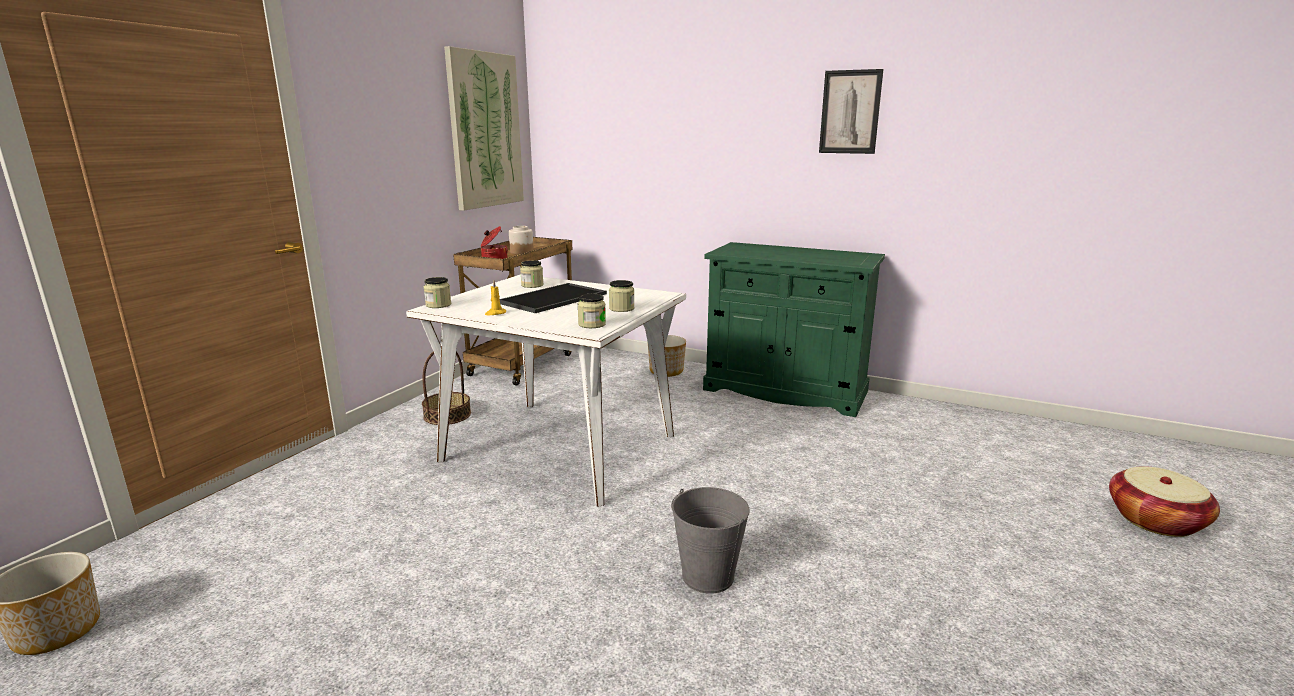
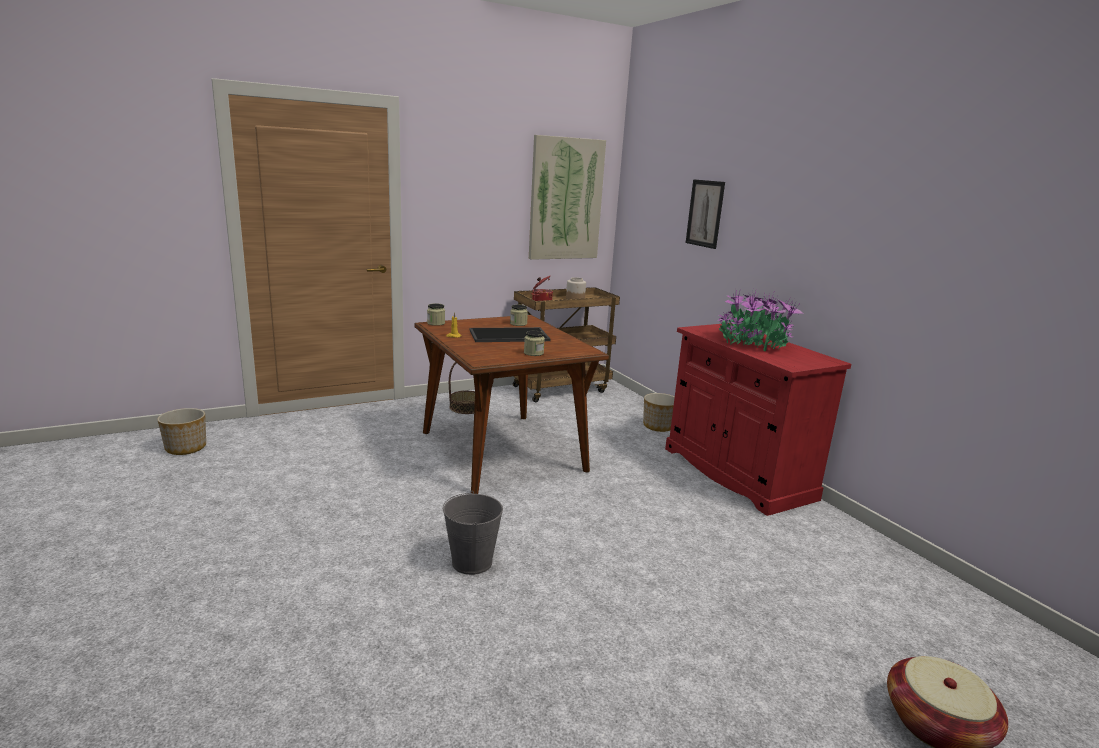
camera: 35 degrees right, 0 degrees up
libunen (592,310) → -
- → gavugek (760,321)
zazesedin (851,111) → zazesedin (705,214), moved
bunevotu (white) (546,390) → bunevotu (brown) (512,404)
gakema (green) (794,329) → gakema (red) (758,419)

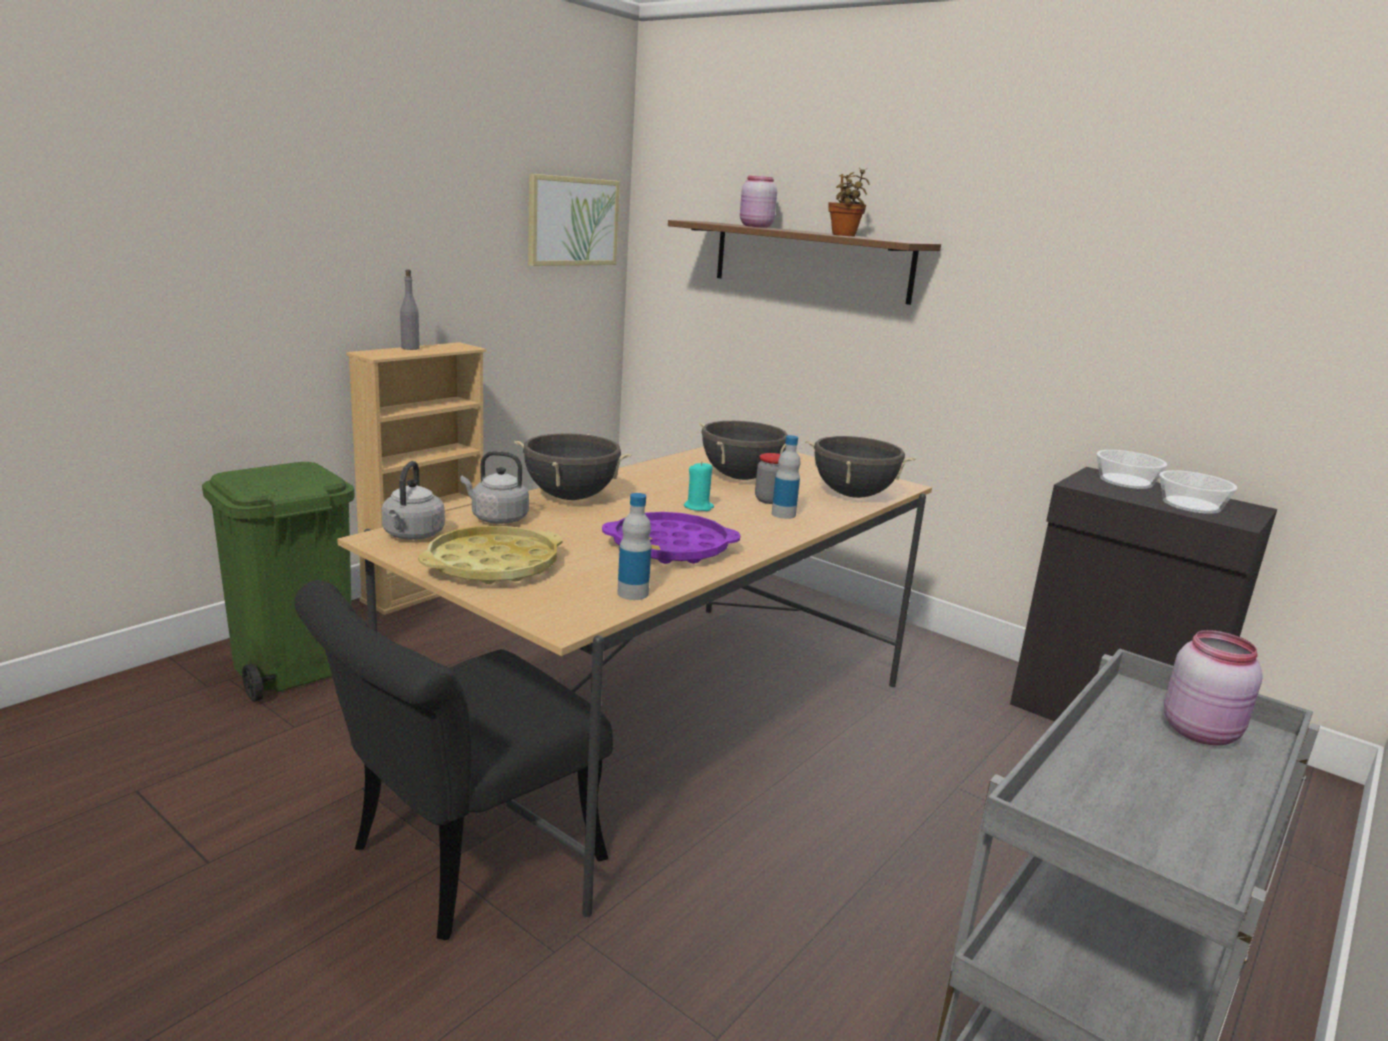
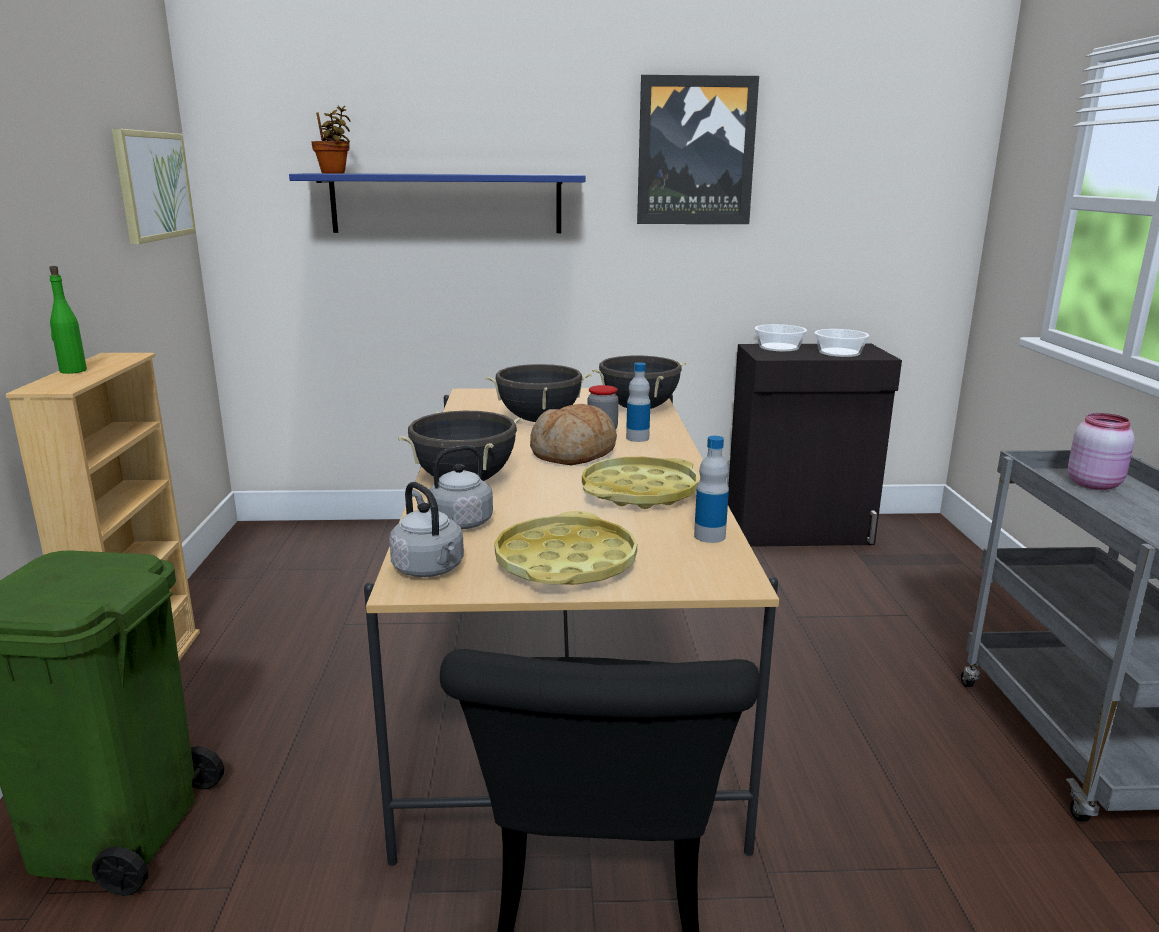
camera: 40 degrees left, 0 degrees up
libunen (pink) (758,202) → -
- → zazesedin (698,149)
gavugek (848,202) → gavugek (331,139), moved
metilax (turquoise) (699,486) → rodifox (573,434)
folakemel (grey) (410,309) → folakemel (green) (68,320)
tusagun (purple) (671,538) → tusagun (yellow) (640,483)
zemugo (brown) (804,262) → zemugo (blue) (437,203)

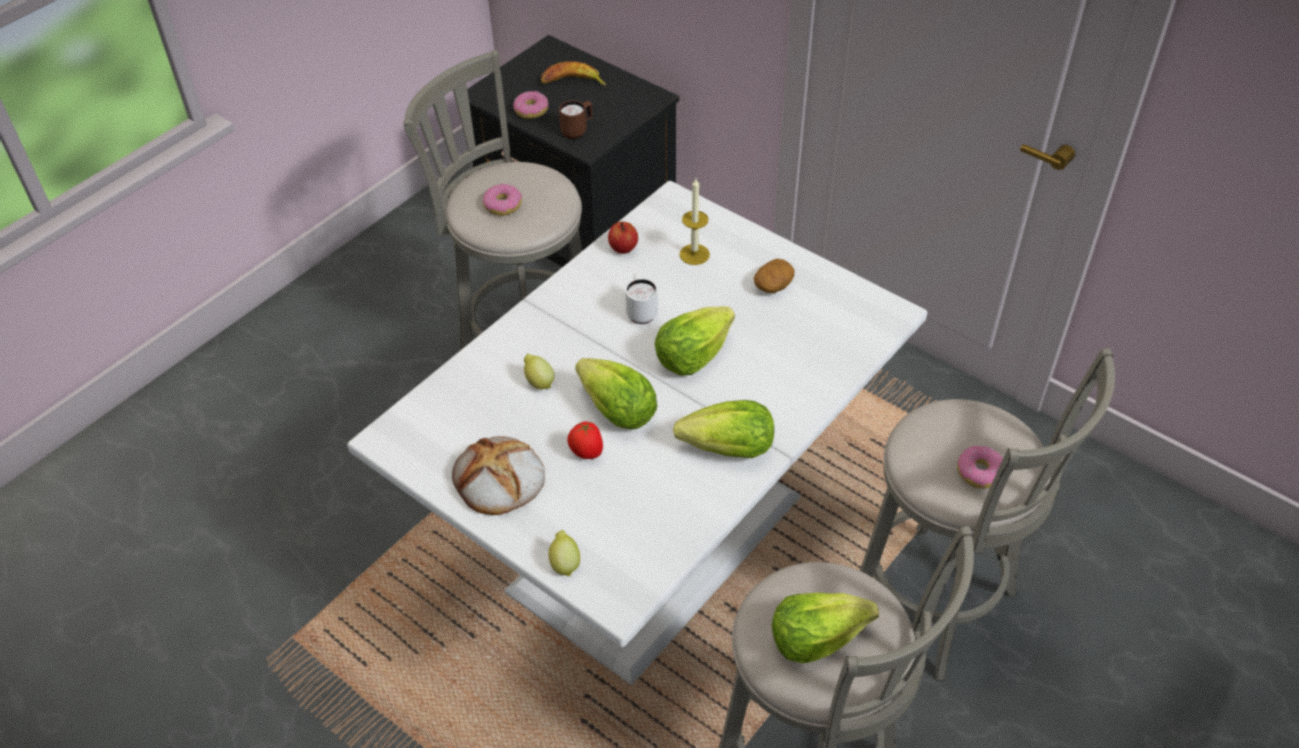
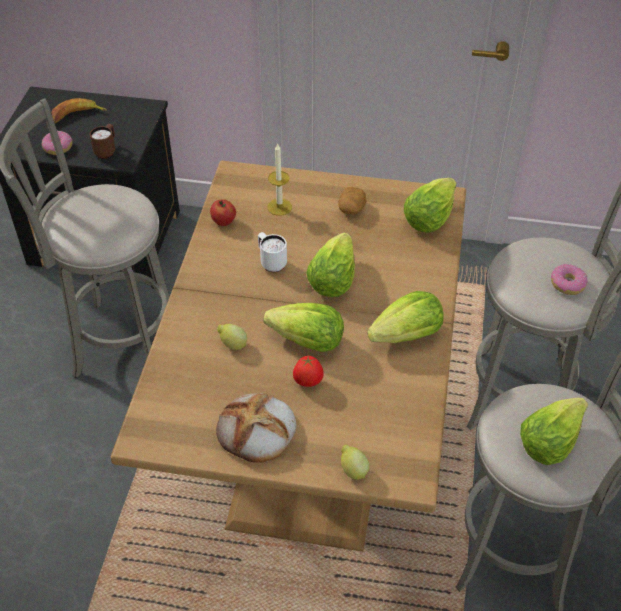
camera: 30 degrees left, 0 degrees up
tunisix (502,199) → -
- → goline (430,205)
bunevotu (white) (637,433) → bunevotu (brown) (288,356)

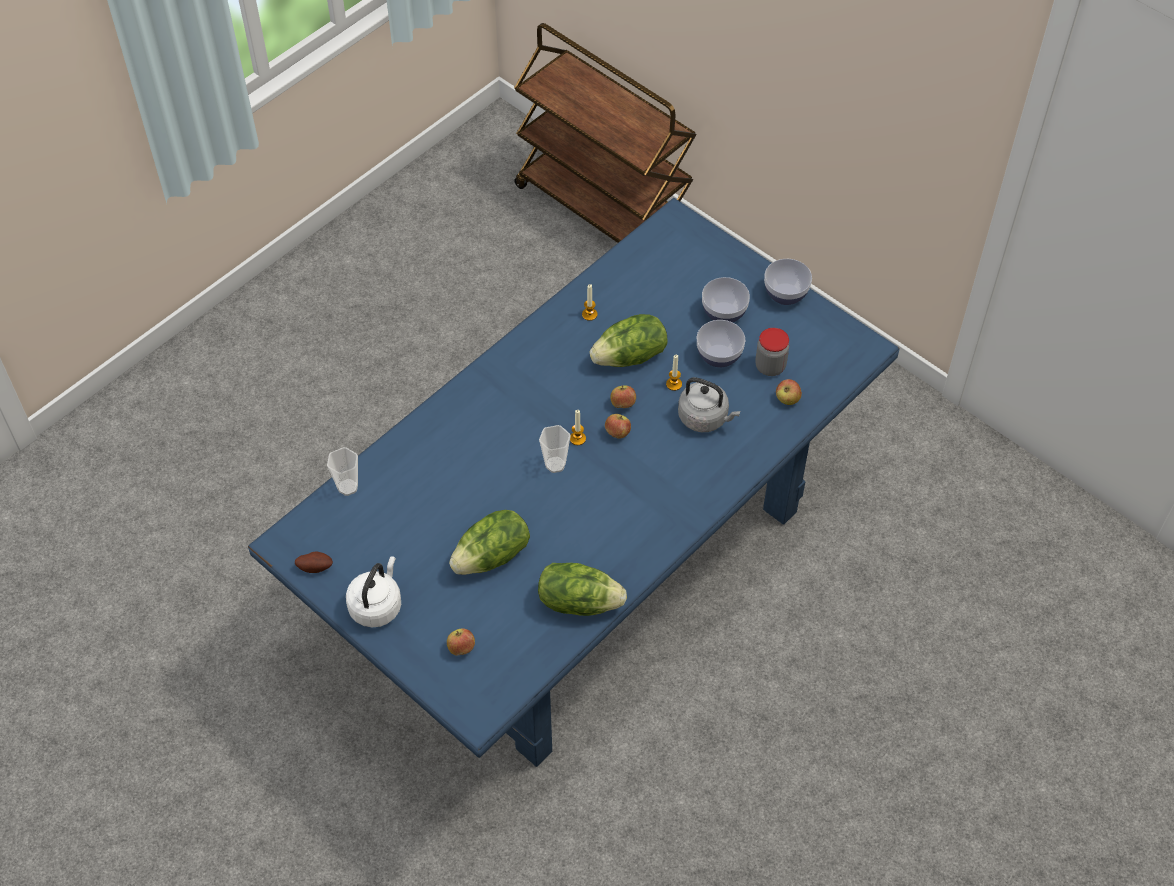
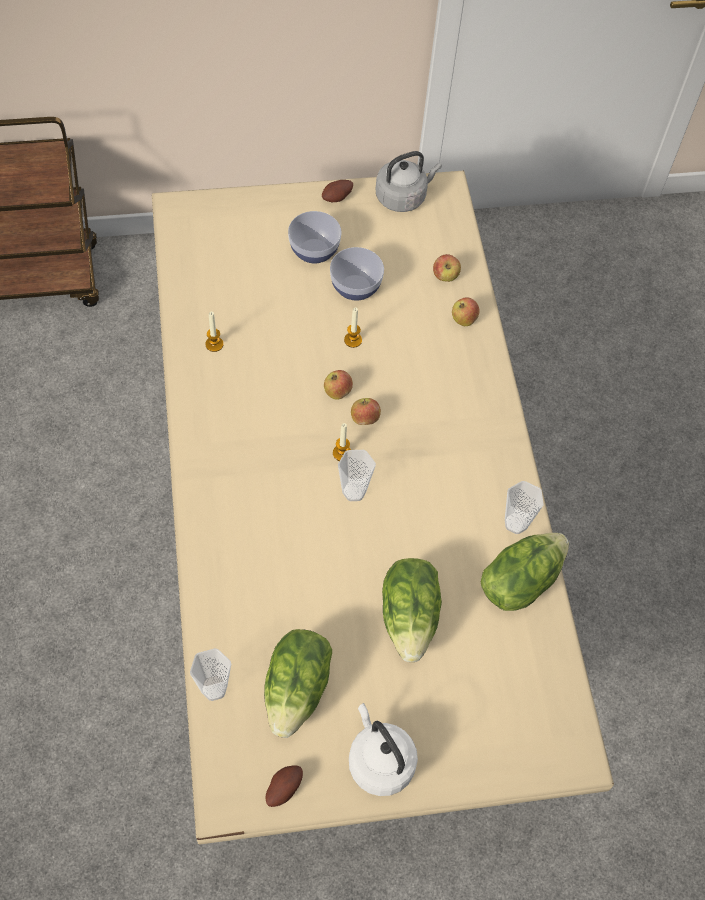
camera: 55 degrees left, 5 degrees up
libunen (772,352) → -
- → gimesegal (524,507)
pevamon (461,642) → pevamon (465,311), moved
goline (628,340) → goline (298,683), moved
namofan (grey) (709,404) → namofan (grey) (409,181), moved
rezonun (788,282) → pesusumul (337,191)
bunevotu (blue) (574,482) → bunevotu (beige) (383,507)

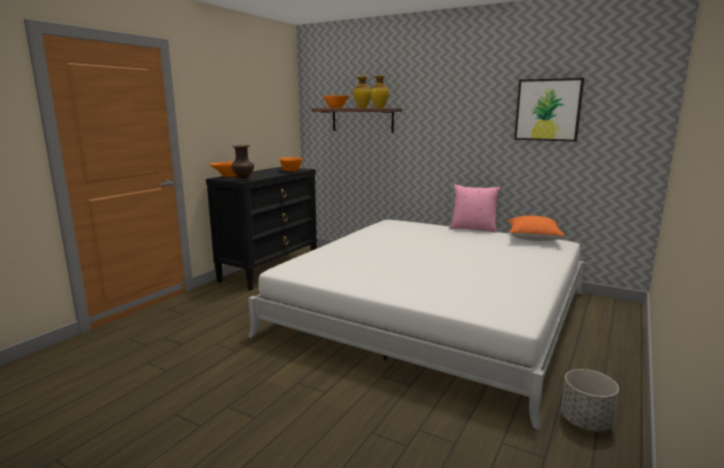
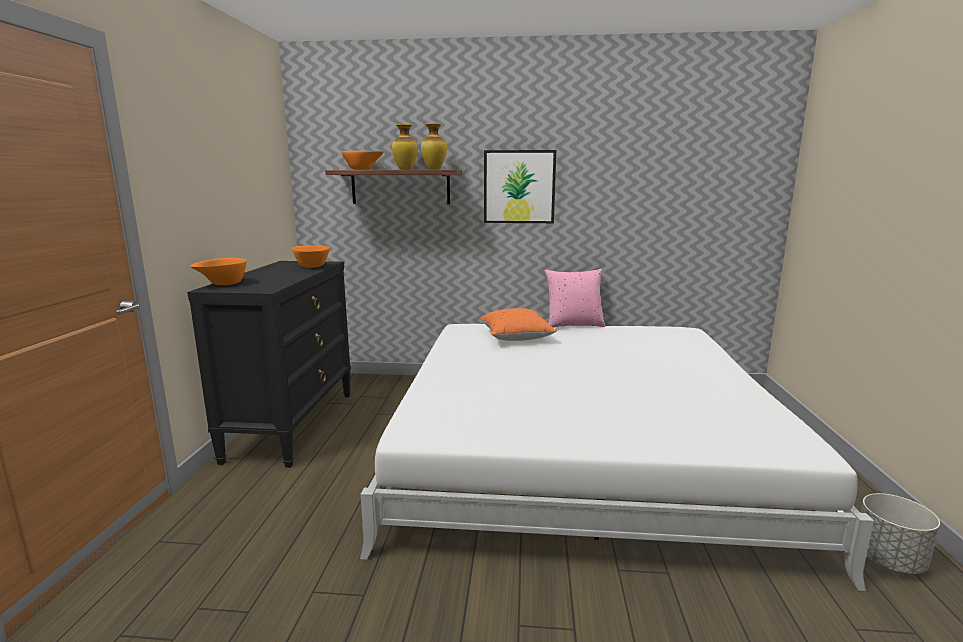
camera: 25 degrees left, 0 degrees up
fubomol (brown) (242,163) → -
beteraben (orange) (536,228) → beteraben (orange) (518,324), moved
zazesedin (549,110) → zazesedin (520,186), moved

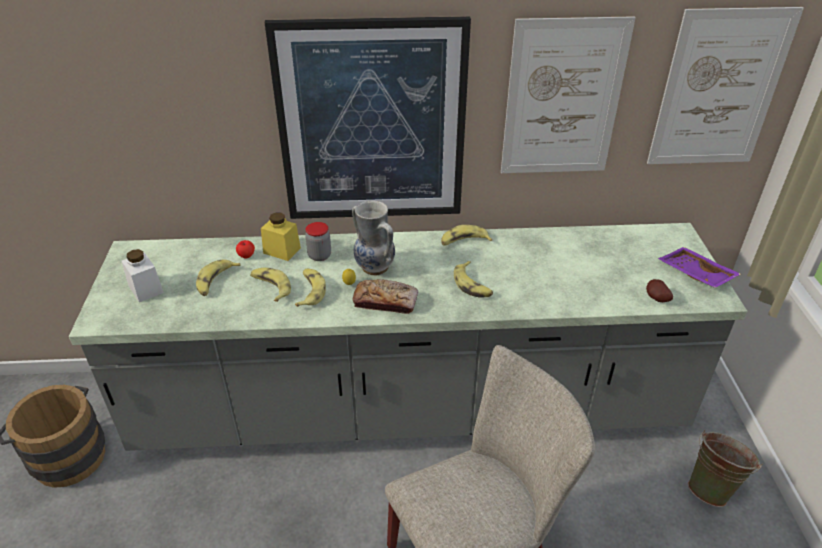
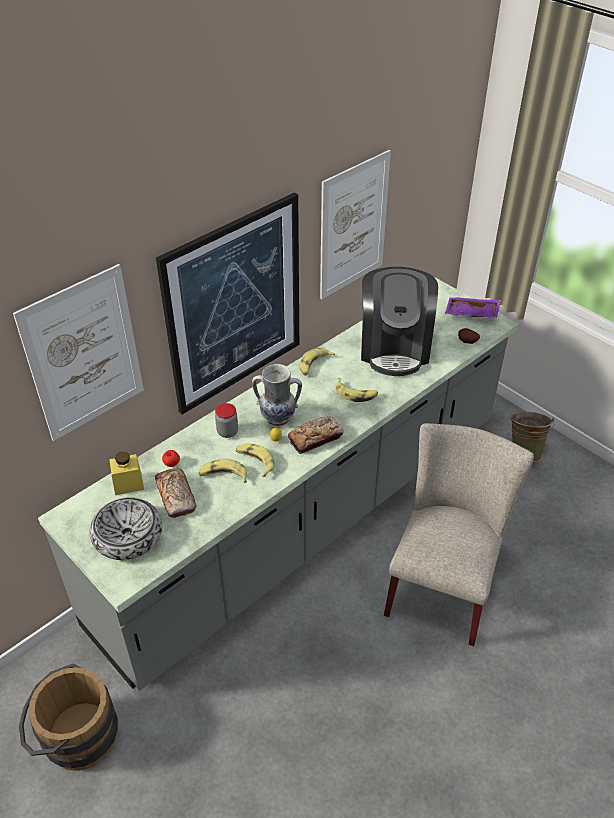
camera: 40 degrees left, 5 degrees up
- → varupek (399,321)
libunen (yellow) (281,237) → libunen (yellow) (126,473), moved
zazesedin (725,85) → zazesedin (78,352), moved
libunen (white) (143,275) → rezonun (125,528)
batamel (218,277) → rodifox (175,493)

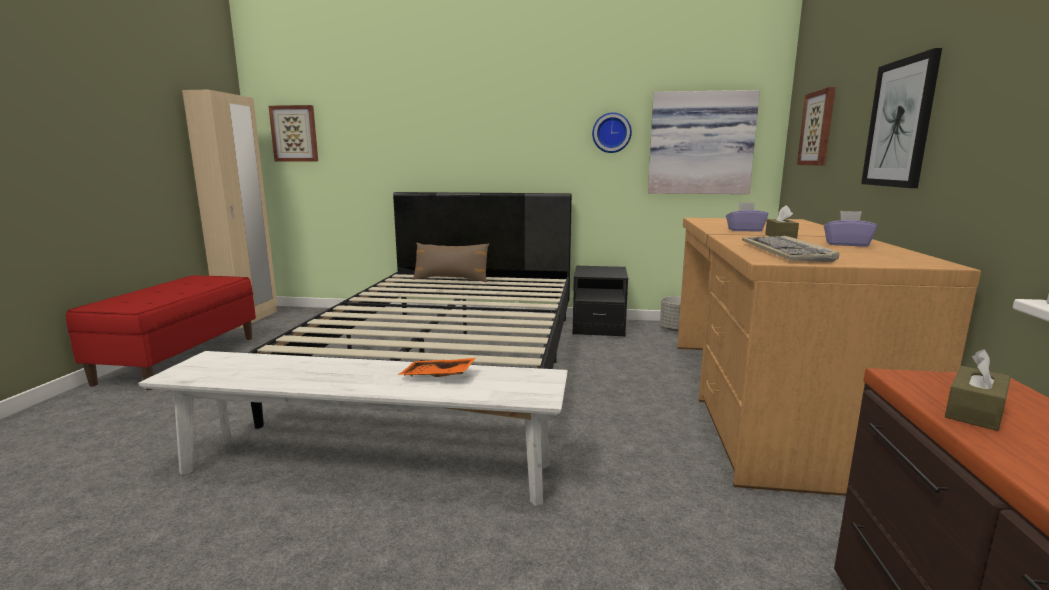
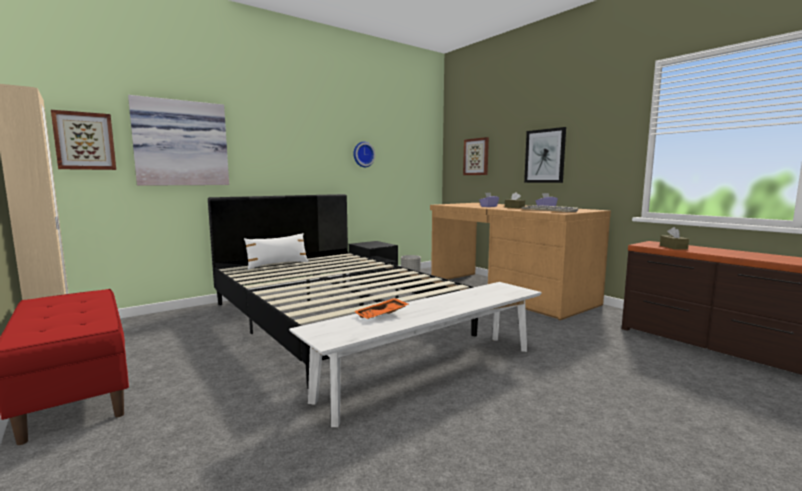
camera: 45 degrees left, 5 degrees down
tusagun (orange) (437,367) → tusagun (orange) (381,308), moved
zazesedin (704,142) → zazesedin (178,140), moved
beteraben (brown) (451,262) → beteraben (white) (276,251)

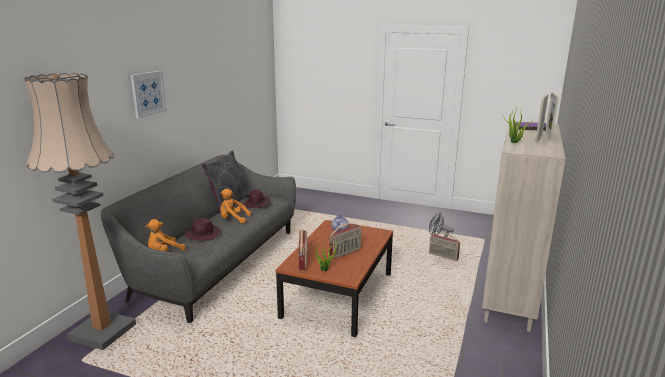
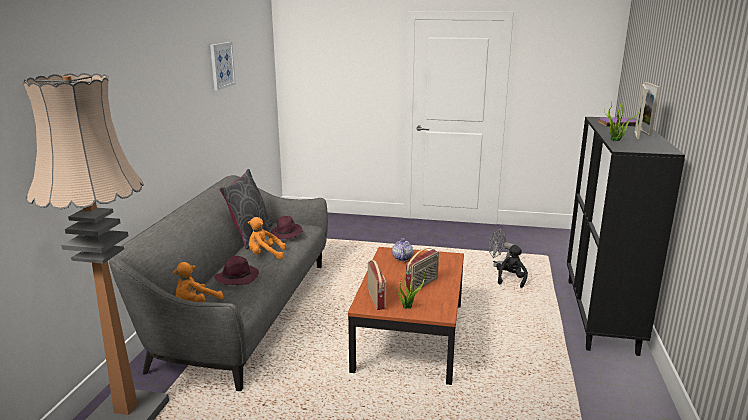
camera: 10 degrees left, 0 degrees up
zazesedin (148,94) → zazesedin (223,66), moved
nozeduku (444,247) → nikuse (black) (512,266)
gakema (beige) (523,226) → gakema (black) (626,236)

